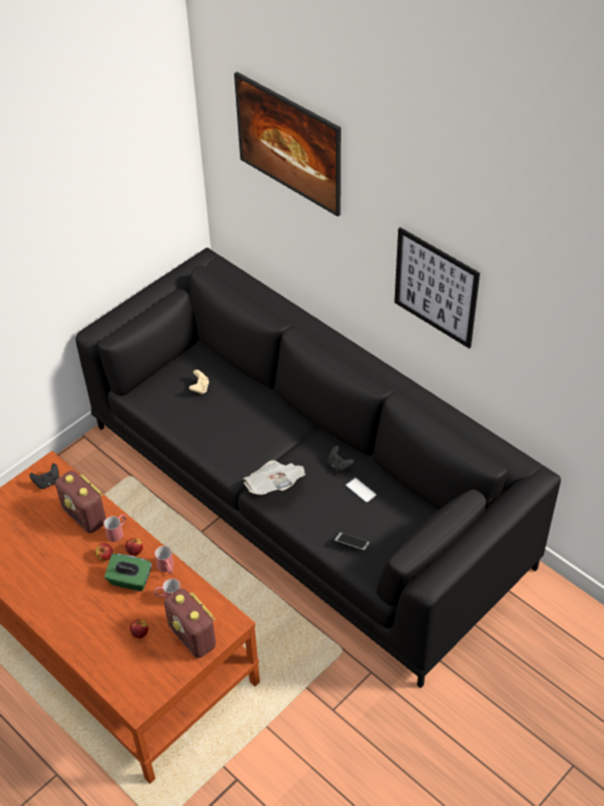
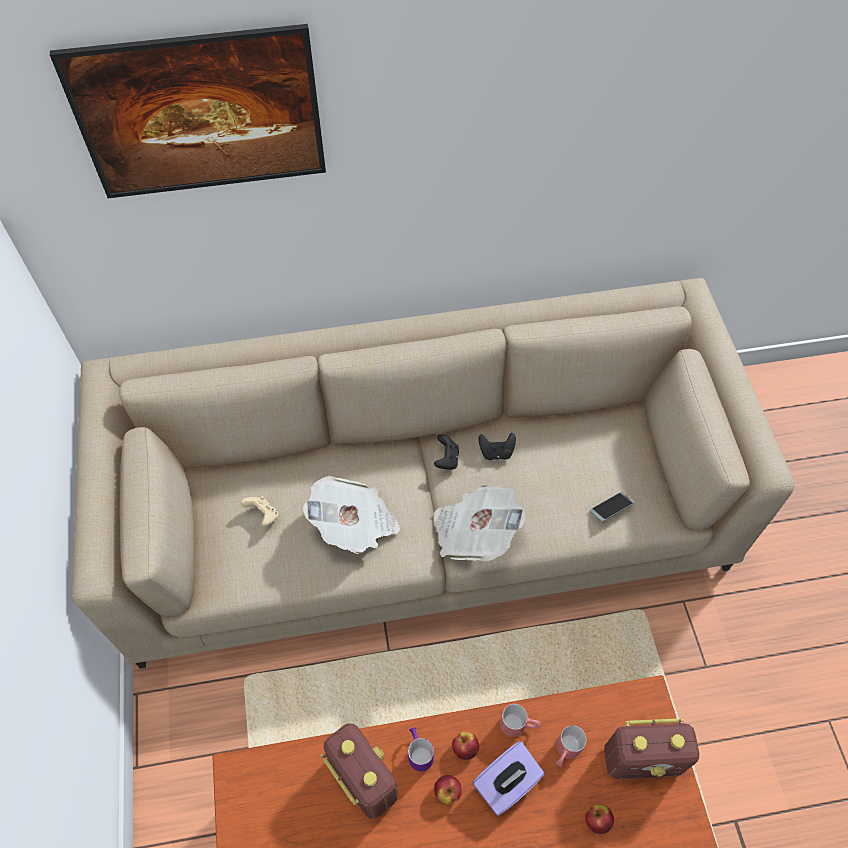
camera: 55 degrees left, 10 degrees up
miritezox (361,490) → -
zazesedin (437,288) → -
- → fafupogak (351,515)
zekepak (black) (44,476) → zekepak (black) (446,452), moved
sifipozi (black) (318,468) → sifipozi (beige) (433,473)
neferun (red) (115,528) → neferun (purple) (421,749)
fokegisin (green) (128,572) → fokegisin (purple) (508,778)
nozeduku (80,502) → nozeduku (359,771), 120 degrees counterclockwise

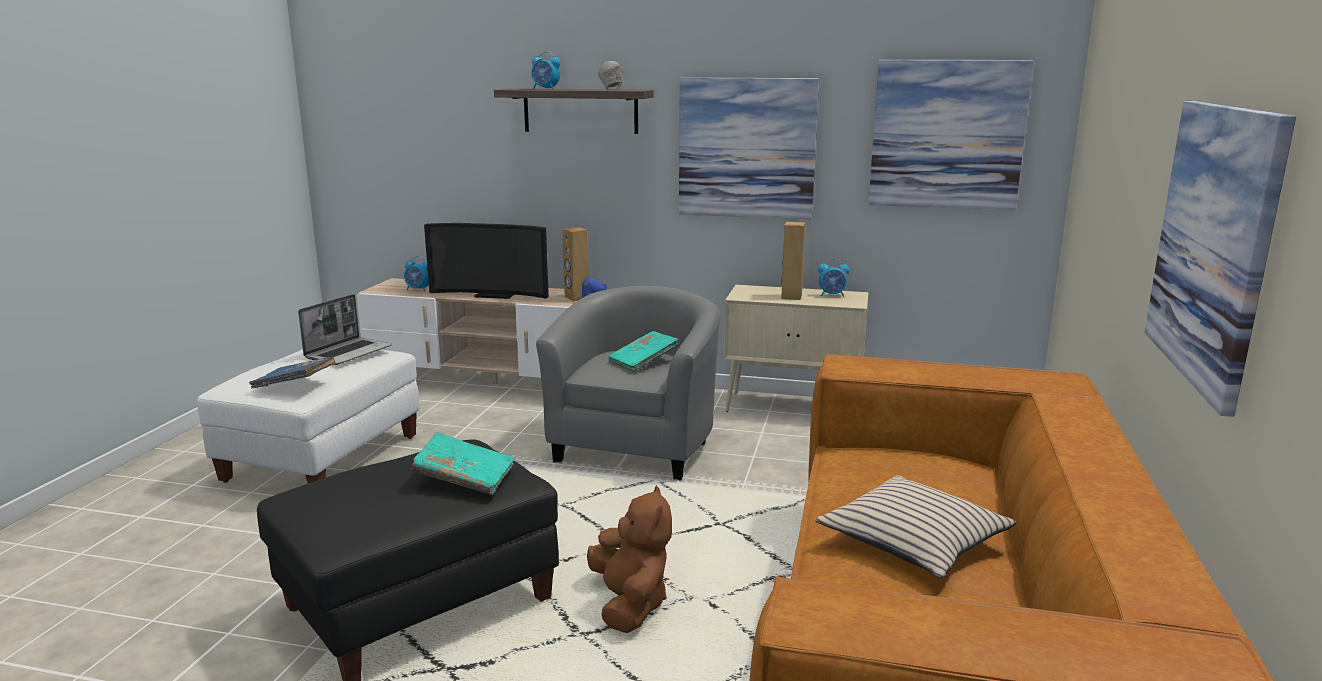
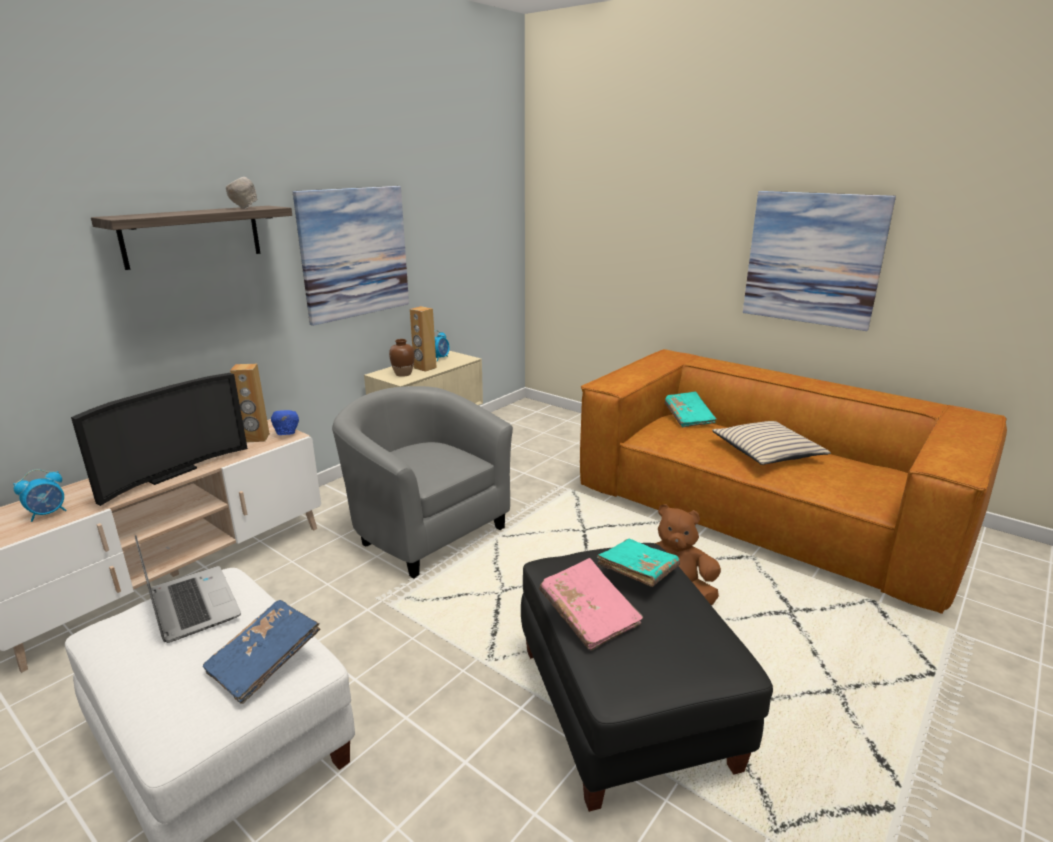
camera: 65 degrees left, 5 degrees up
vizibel (545,70) → -
zazesedin (951,135) → -
- → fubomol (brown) (402,358)
- → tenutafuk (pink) (591,604)
tenutafuk (turquoise) (644,351) → tenutafuk (turquoise) (691,409), moved

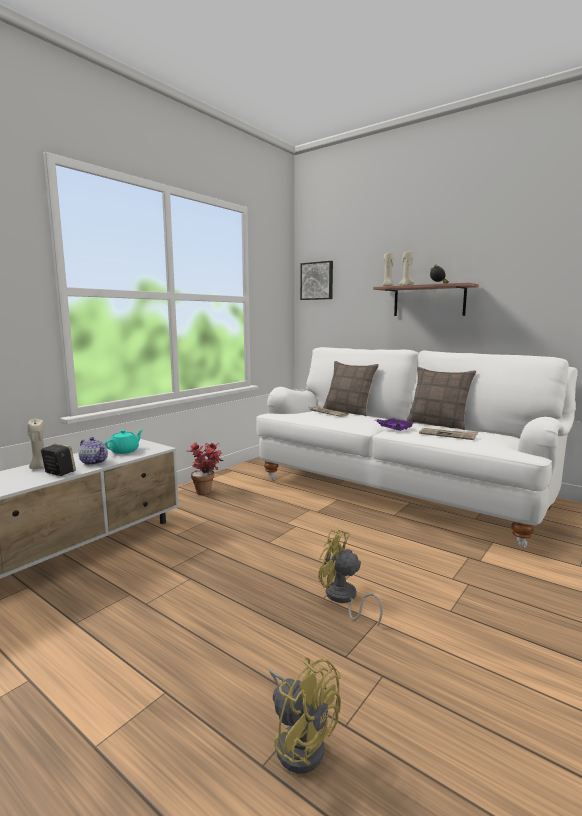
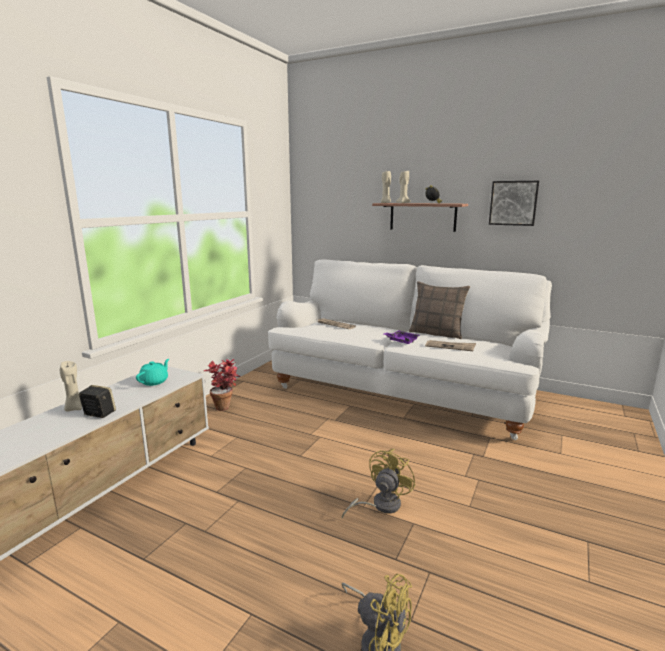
camera: 10 degrees left, 5 degrees up
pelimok (93,451) → -
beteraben (351,388) → -
zazesedin (316,280) → zazesedin (514,203), moved
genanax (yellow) (350,578) → genanax (yellow) (379,484), 105 degrees clockwise

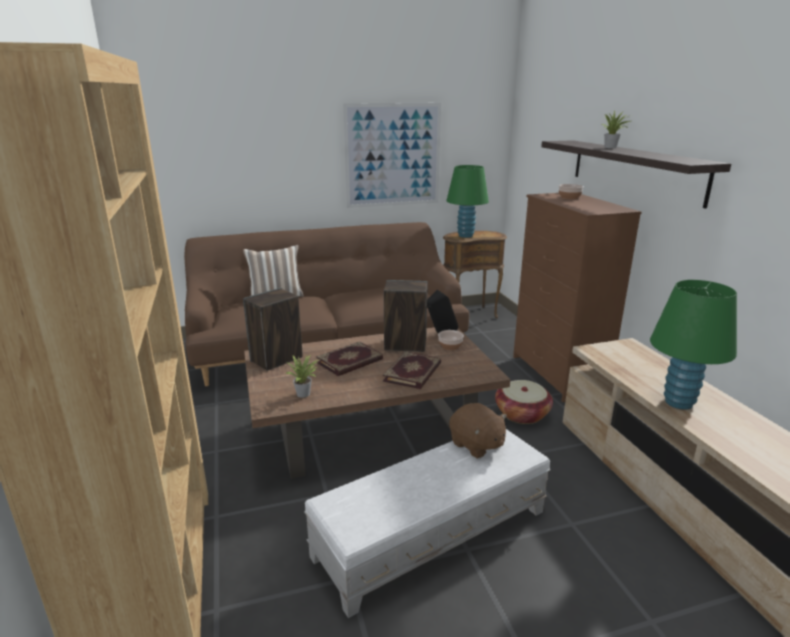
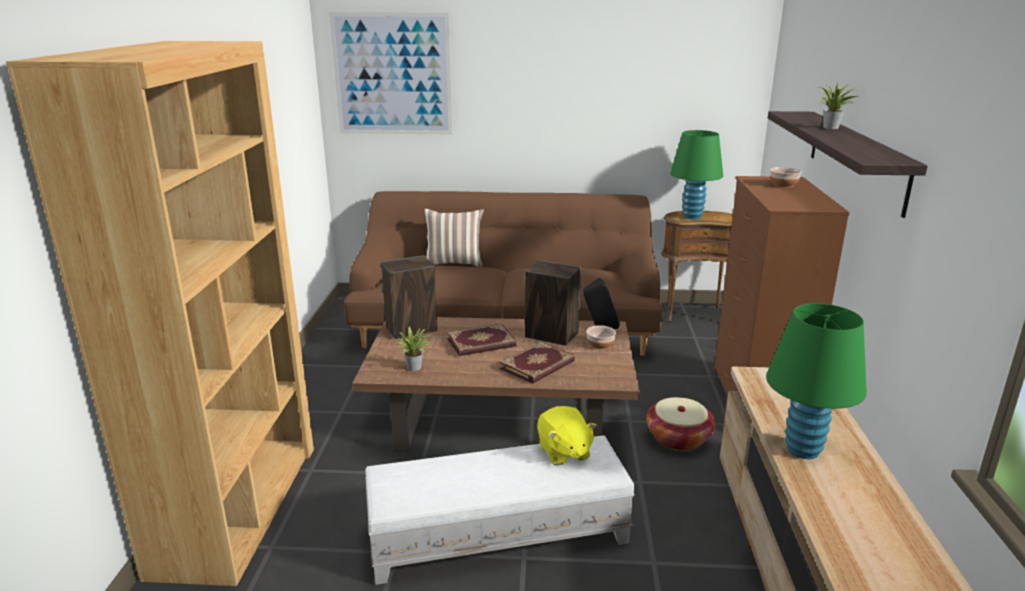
camera: 20 degrees right, 0 degrees up
zazesedin (392,155) → zazesedin (391,73), moved
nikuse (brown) (478,430) → nikuse (yellow) (567,436)

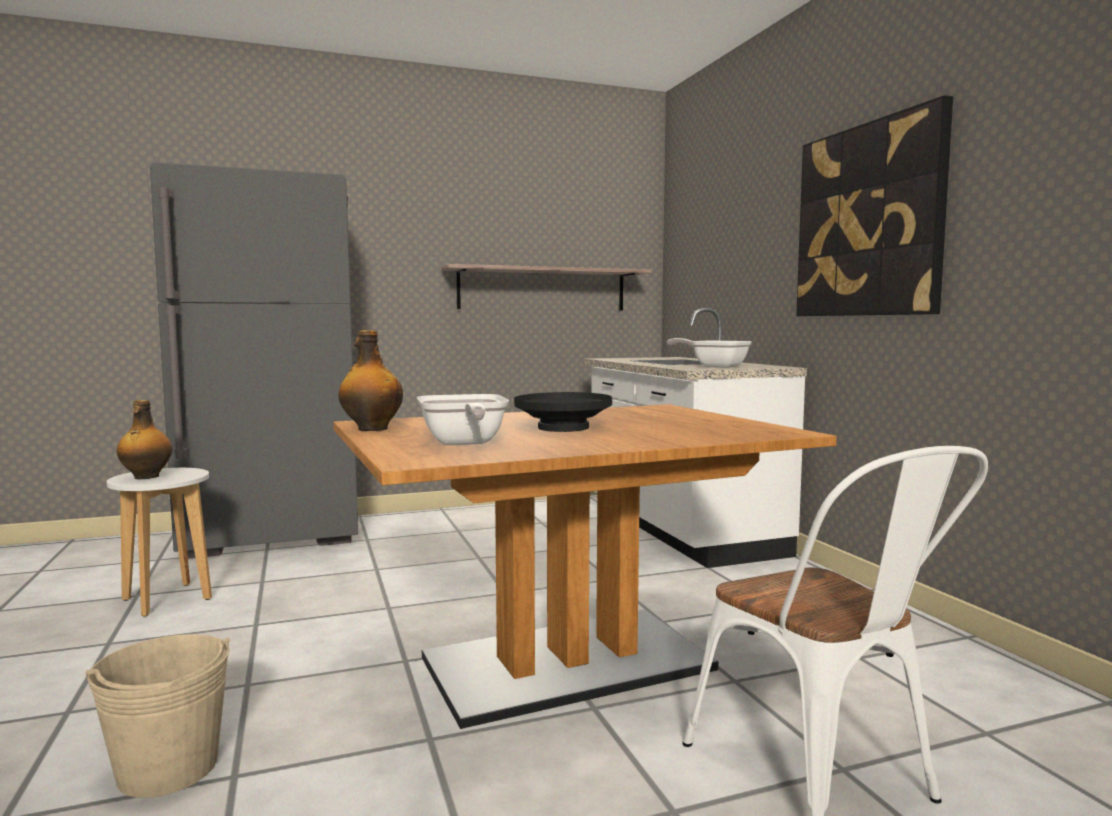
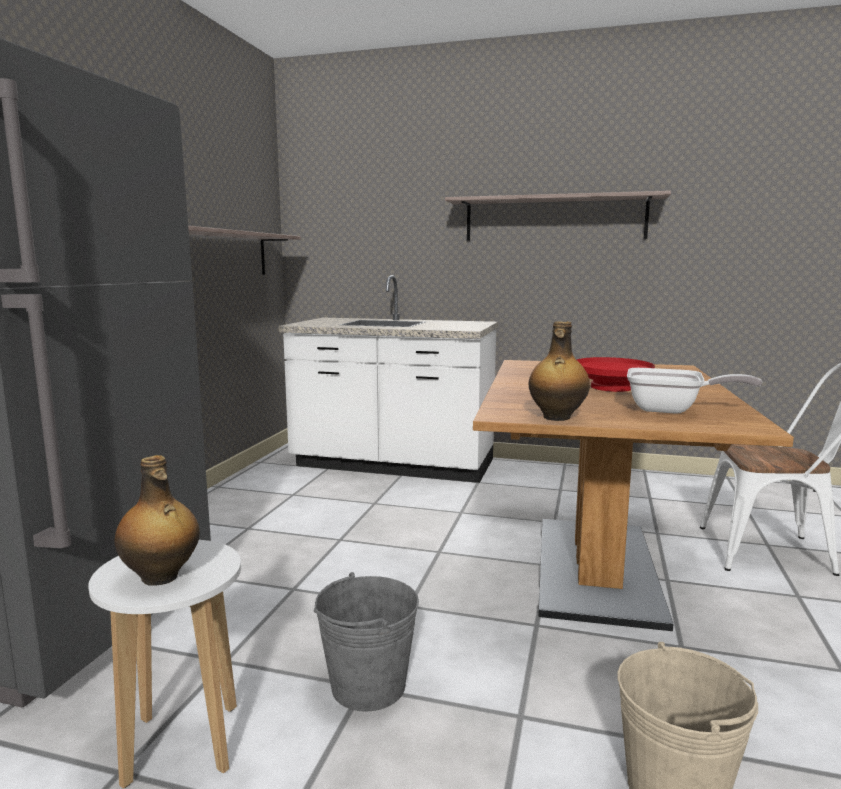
camera: 55 degrees left, 5 degrees up
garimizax (709,353) → -
- → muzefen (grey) (366,642)
zazesedin (874,205) → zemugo (558,216)
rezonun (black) (563,412) → rezonun (red) (616,374)

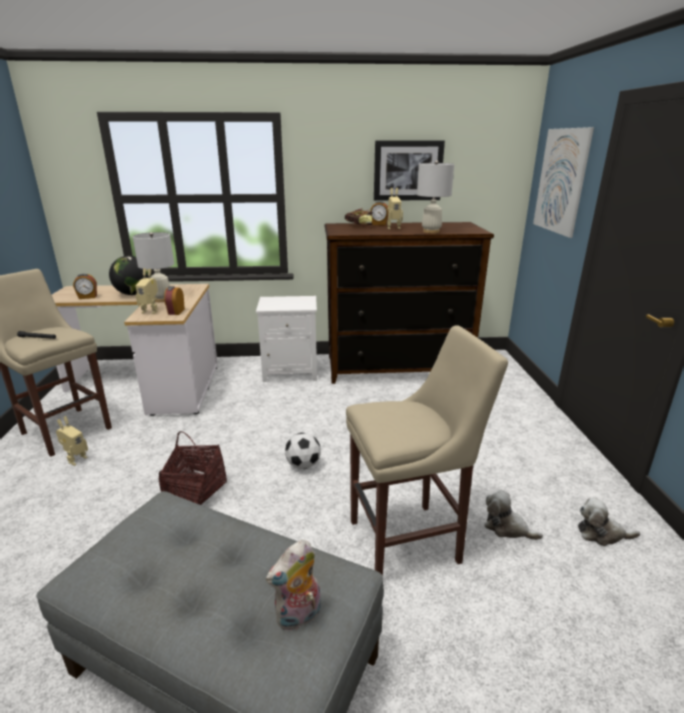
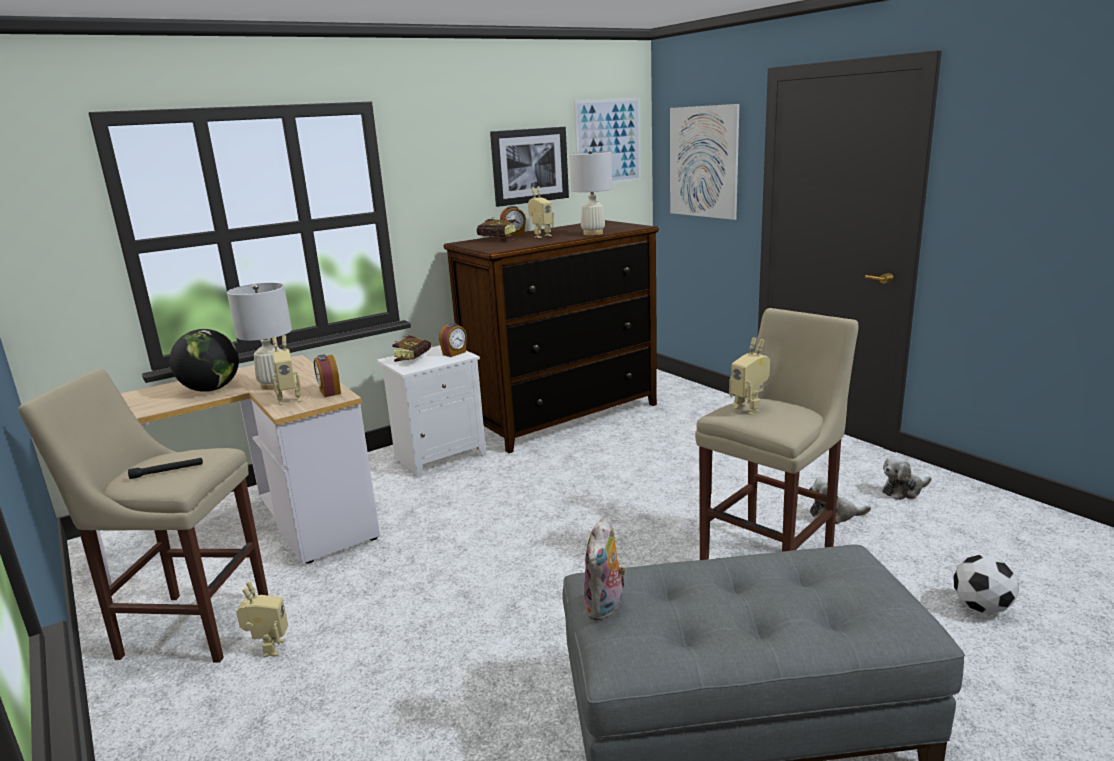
camera: 30 degrees left, 5 degrees down
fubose (193,468) → -
- → tenutafuk (412,348)
- → zazesedin (607,141)
- → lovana (749,376)
vizibel (85,286) → vizibel (453,340), moved
nikuse (293,585) → nikuse (605,569), moved
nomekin (303,451) → nomekin (986,584), moved

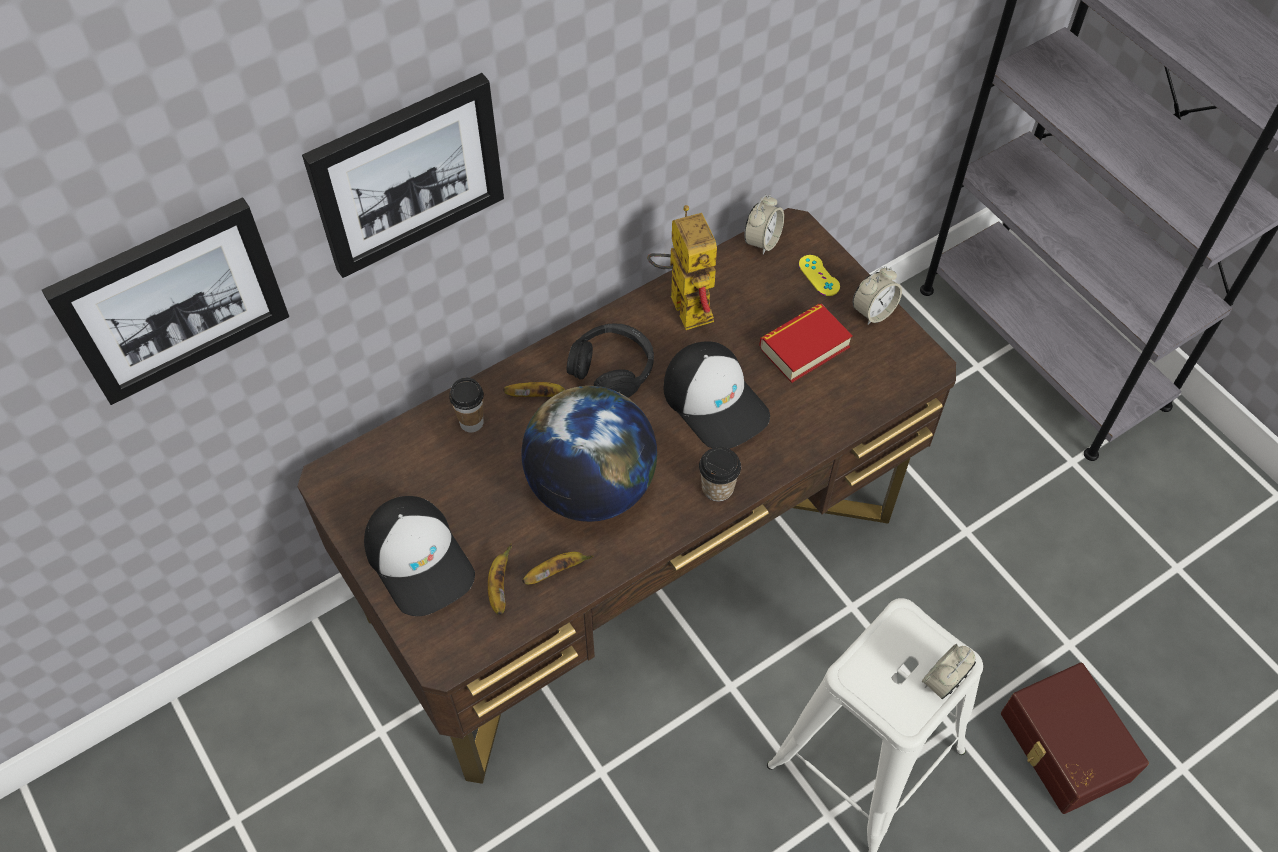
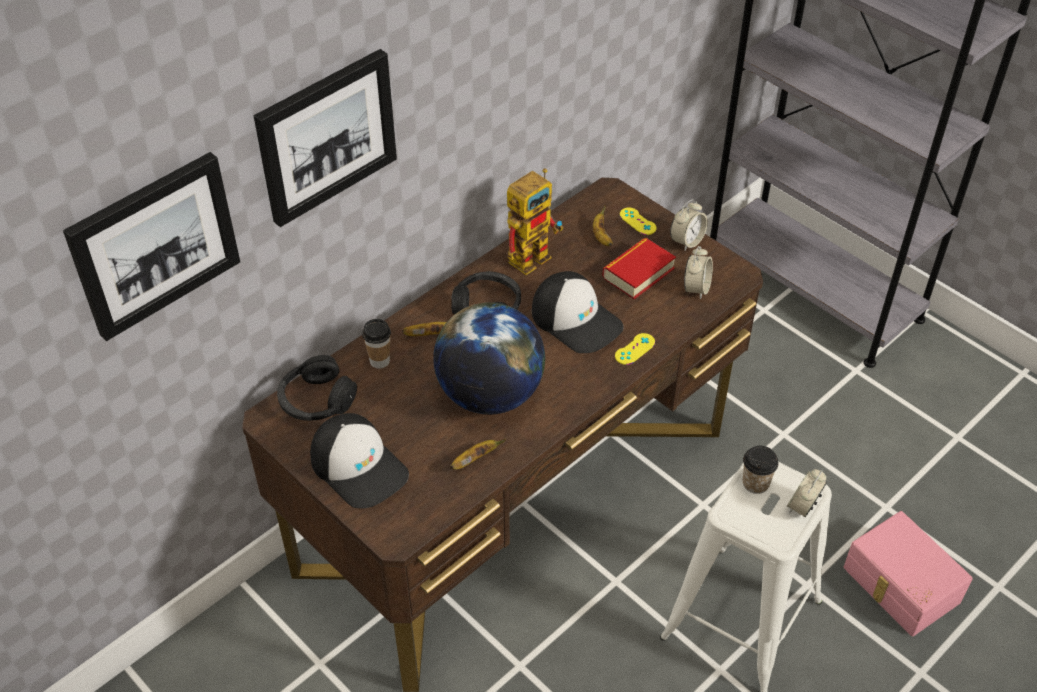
camera: 10 degrees left, 10 degrees down
- → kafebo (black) (317,388)
- → zekepak (yellow) (635,349)
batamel (500,579) → batamel (603,225), moved
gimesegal (720,474) → gimesegal (761,470), moved
vizibel (764,224) → vizibel (698,272), moved
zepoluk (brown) (1075,738) → zepoluk (pink) (908,573)
lovana (682,267) → lovana (535,221), 75 degrees clockwise

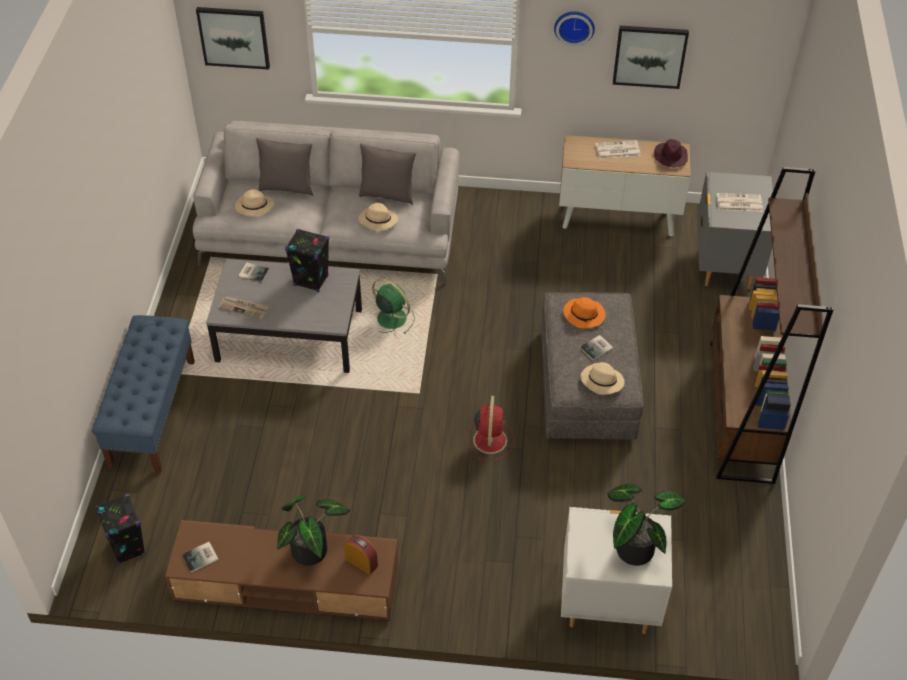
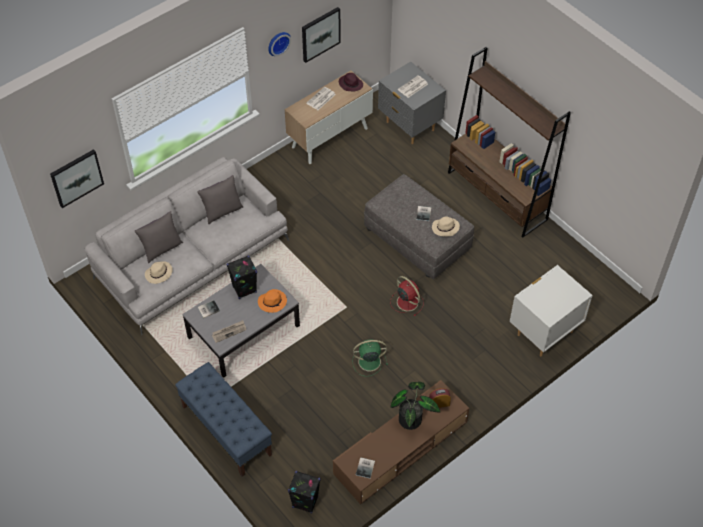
camera: 45 degrees left, 5 degrees up
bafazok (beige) (378,217) → -
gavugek (646,525) → -
genanax (green) (392,306) → genanax (green) (370,358), moved
bafazok (orange) (584,312) → bafazok (orange) (272,301), moved

